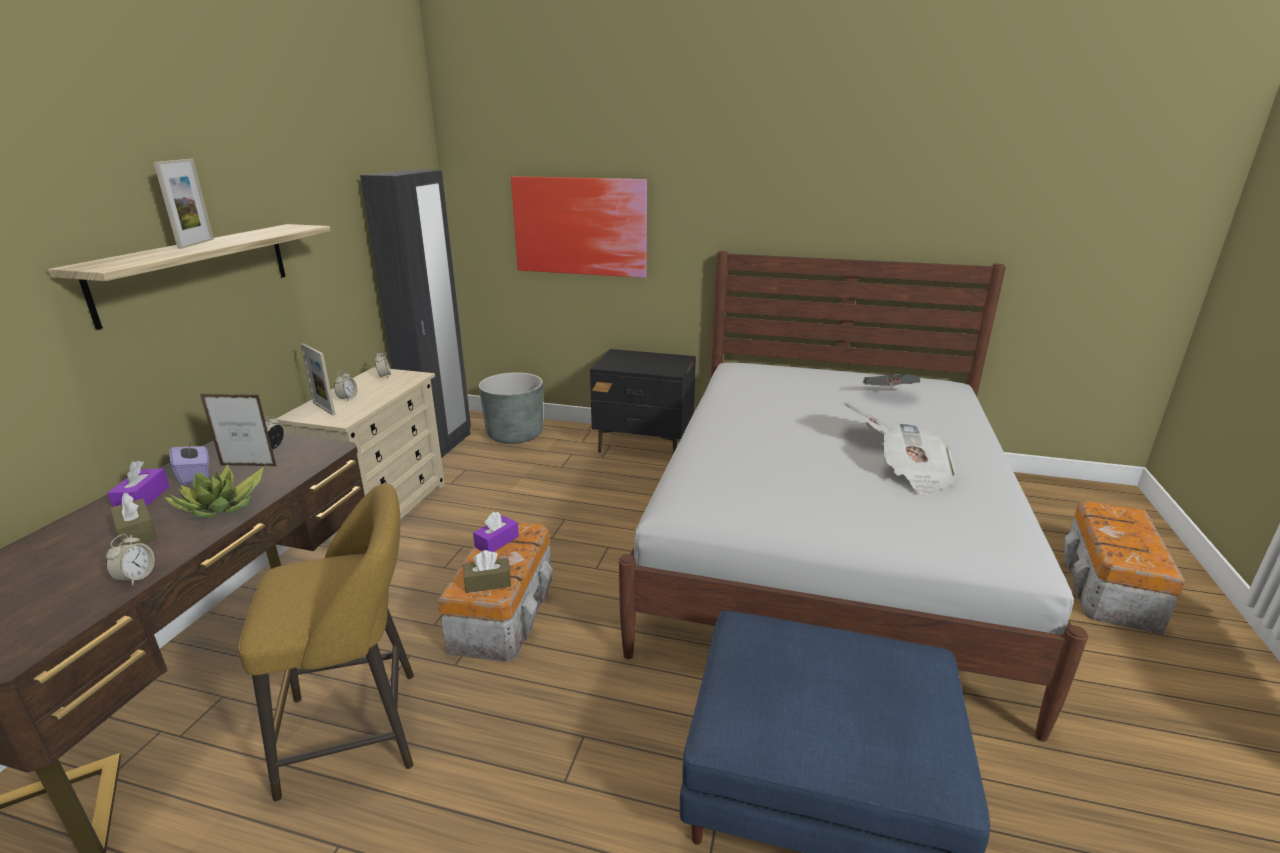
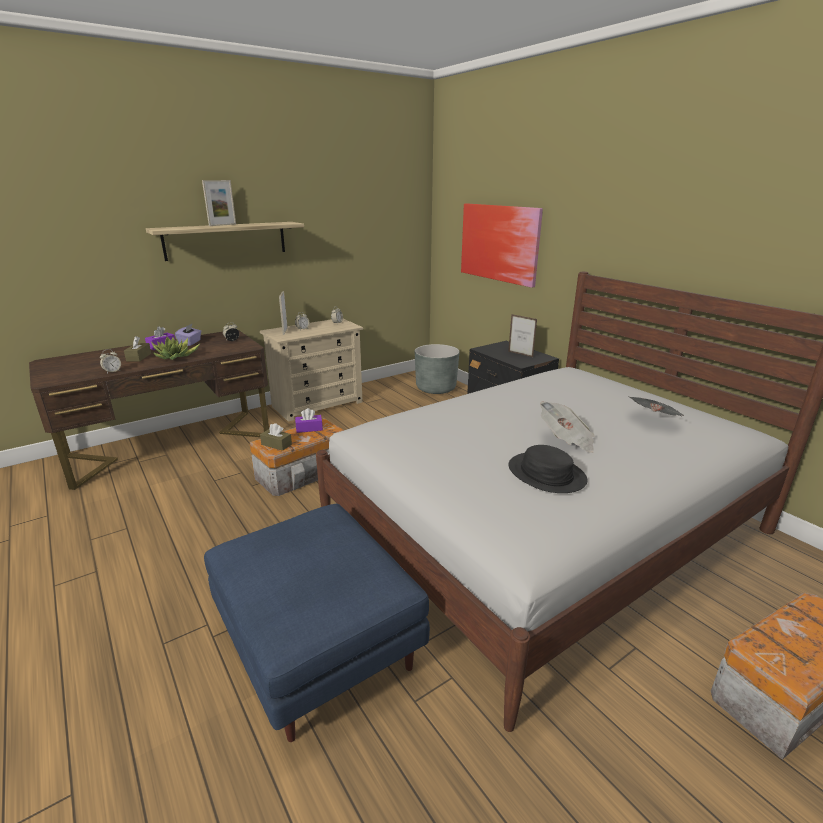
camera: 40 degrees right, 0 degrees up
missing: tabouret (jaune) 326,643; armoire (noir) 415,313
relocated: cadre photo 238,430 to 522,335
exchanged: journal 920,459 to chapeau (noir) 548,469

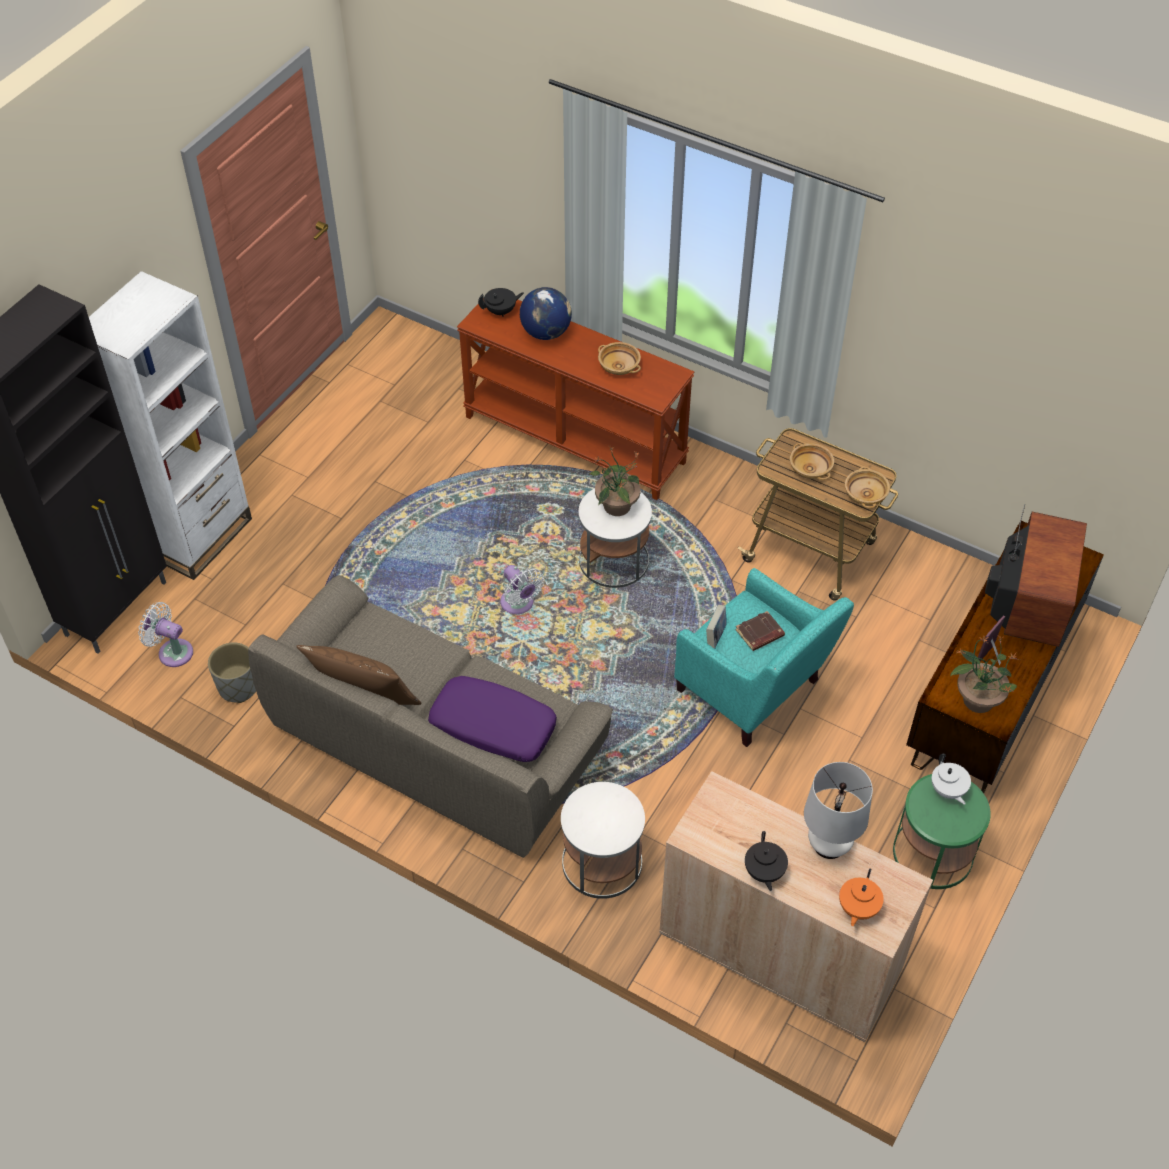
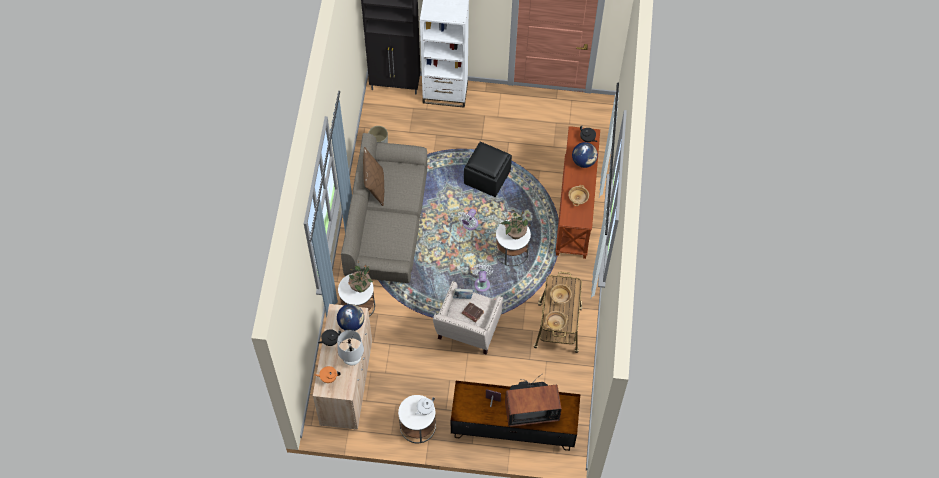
camera: 65 degrees right, 10 degrees up
missing: coussin (violet) 492,719
appeared: globe 350,317; pouf (noir) 488,169
relocated: ventilateur (blanc) 165,634 to 482,278; plante en pot 985,674 to 361,276
colour: fauteuil (turquoise) 764,657 to fauteuil (beige) 468,318; table d'appoint (vert) 942,831 to table d'appoint (blanc) 417,419

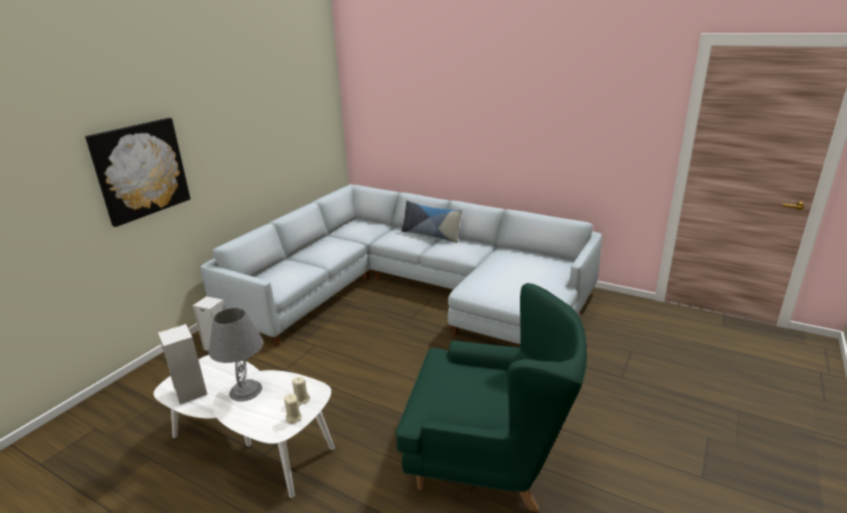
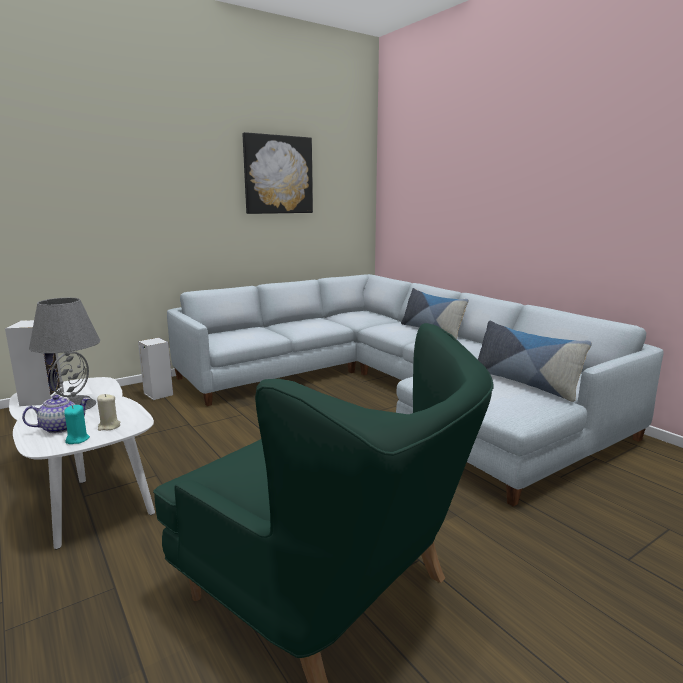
camera: 25 degrees right, 10 degrees down
appeared: théière 56,414; coussin 535,361
relocated: tableau 137,172 to 277,173
colour: bougie (beige) 293,408 to bougie (turquoise) 77,424

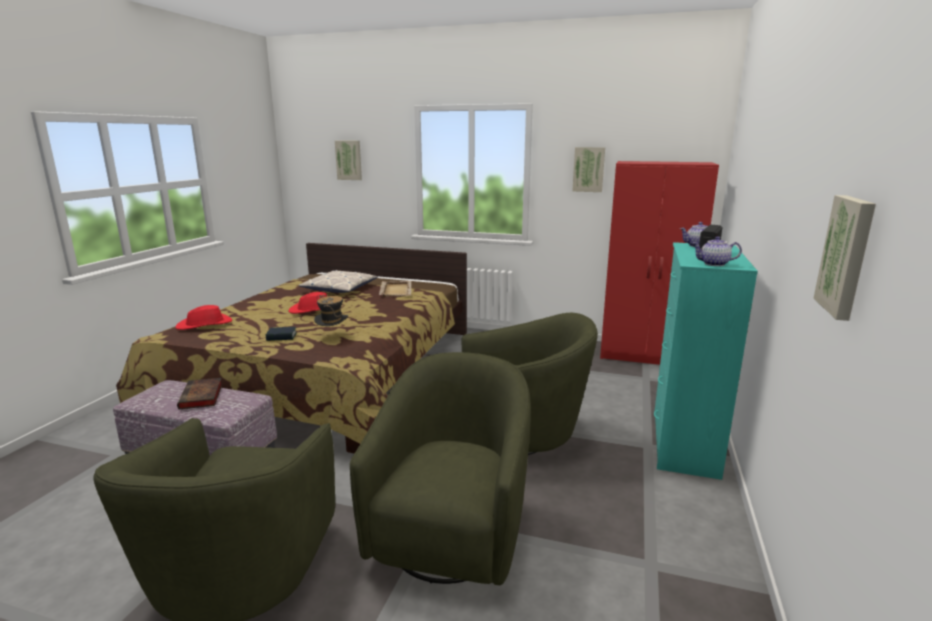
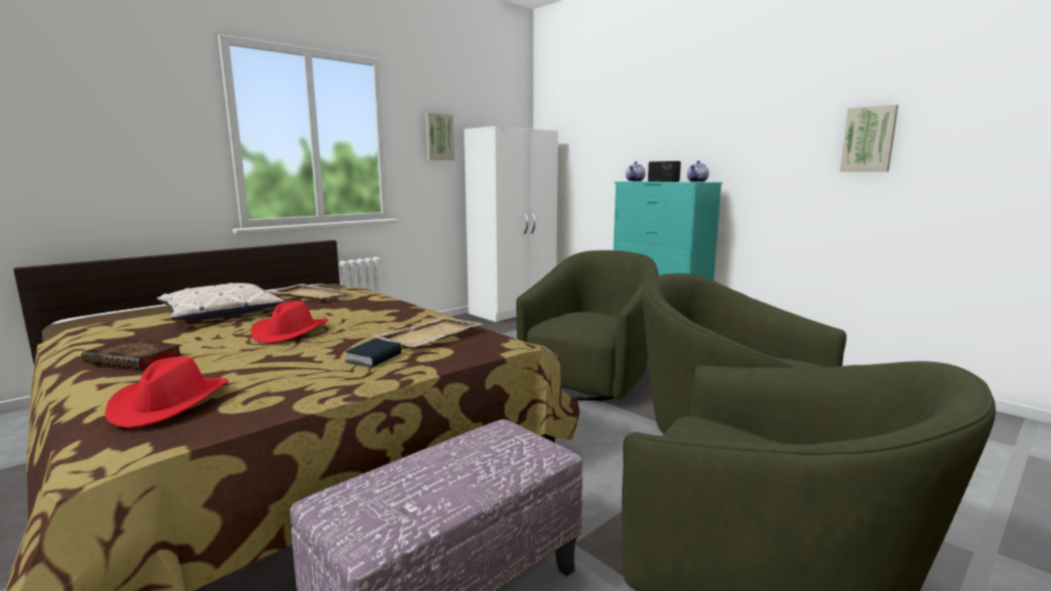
camera: 60 degrees left, 5 degrees down
missing: tableau 348,160
relocated: livre 199,393 to 132,354
exchanged: chapeau 331,313 to plateau (beige) 427,332
colour: armoire (rouge) 659,263 to armoire (blanc) 511,224

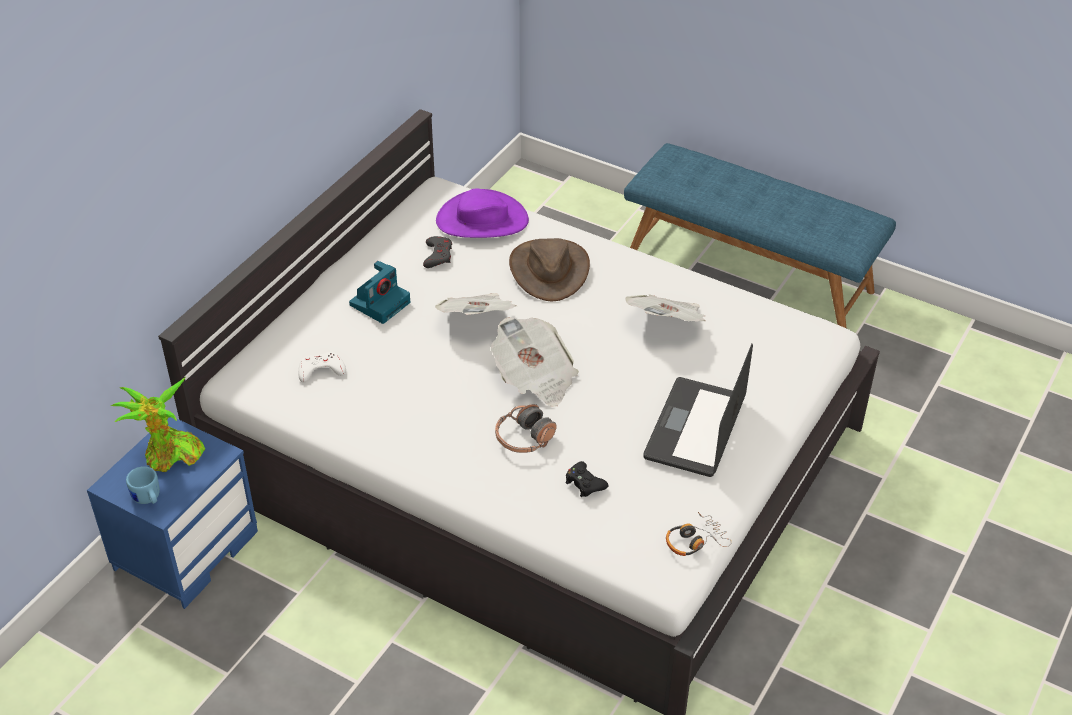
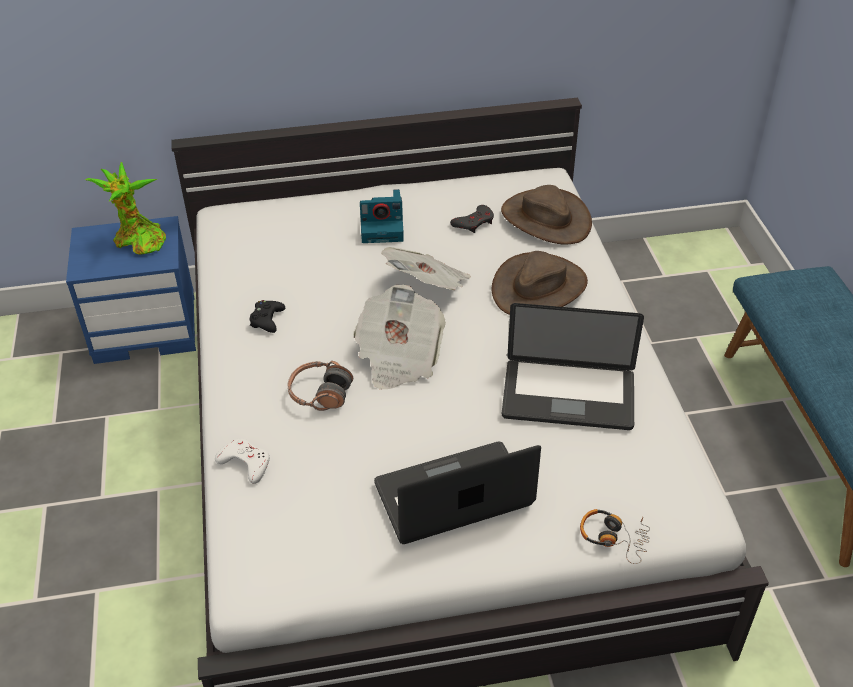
camera: 50 degrees right, 0 degrees up
missing: mug (bleu) 143,485
relocated: manette (blanc) 322,367 to 242,461; manette (noir) 587,479 to 267,316; casque audio 699,534 to 615,536
exchanged: journal 665,308 to ordinateur portable 573,366
colour: chapeau (violet) 482,213 to chapeau (marron) 546,214

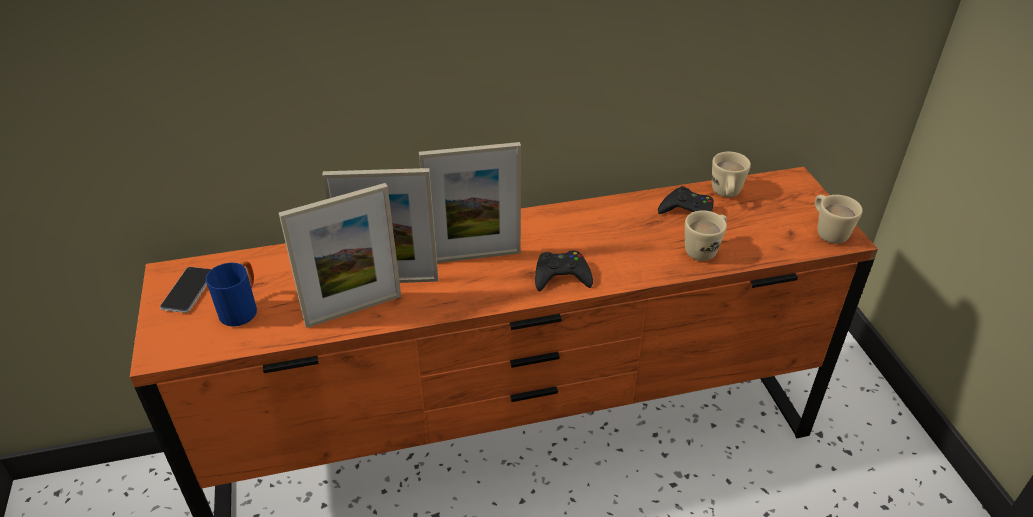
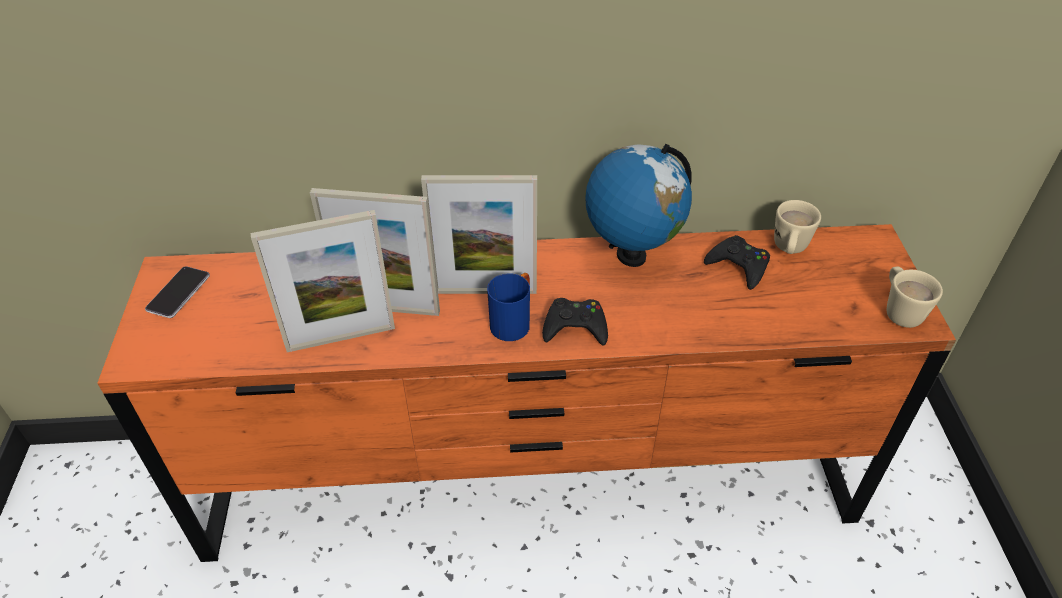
camera: 10 degrees right, 5 degrees up
missing: mug (beige) 706,235
appeared: globe 638,205
relocated: mug (bleu) 231,293 to 508,307

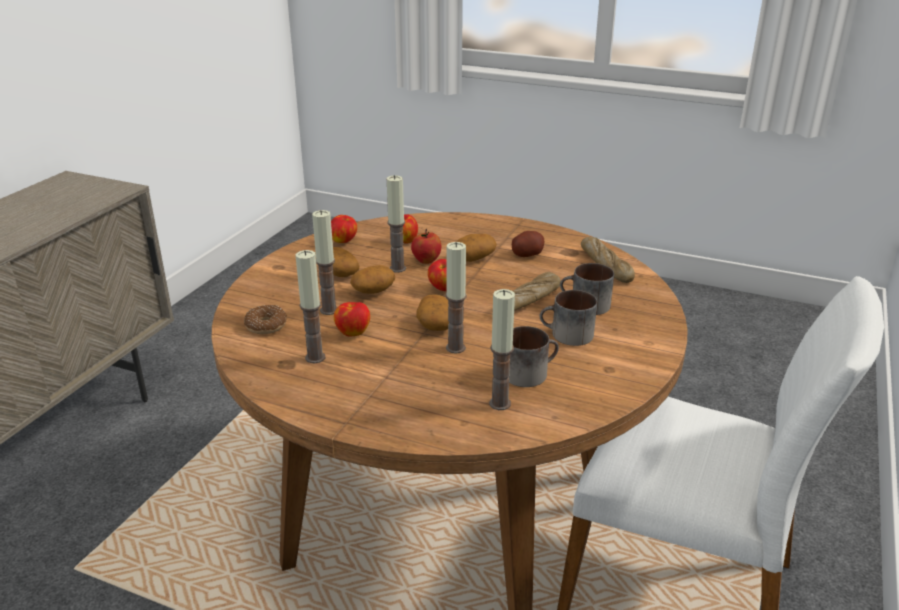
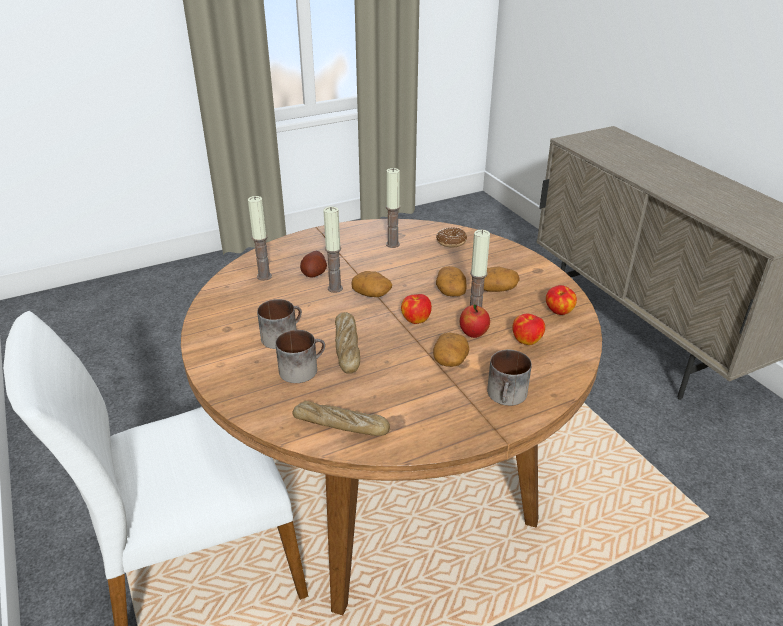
camera: 130 degrees right, 5 degrees up
missing: bougie 325,262; pomme 352,319
relocated: mug 534,356 to 509,378; pomme de terre 528,244 to 313,264

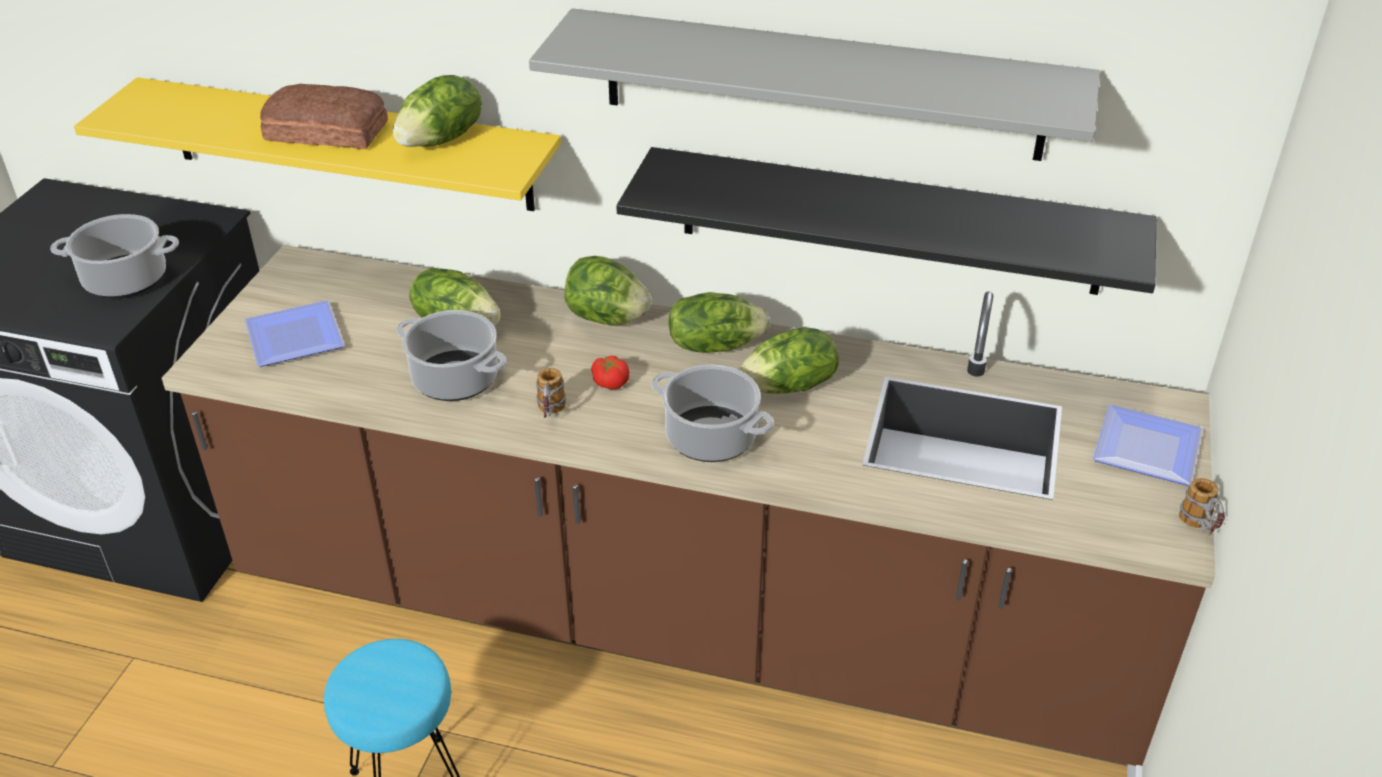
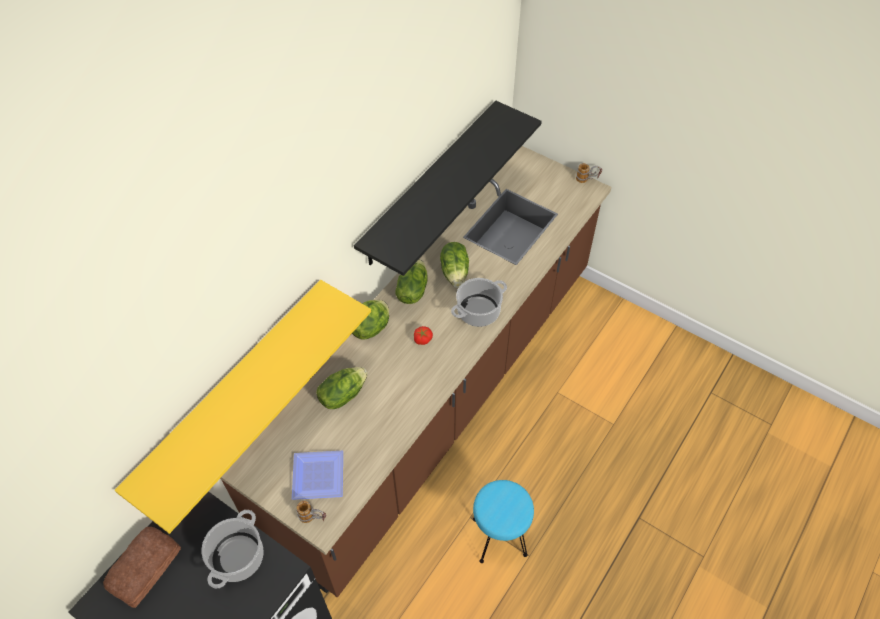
camera: 70 degrees left, 15 degrees up
missing: laitue 437,111; marmite 451,355; étagère (gris) 814,84; assiette 1148,445
relocated: pain 324,116 to 142,567; mug 551,393 to 311,512

